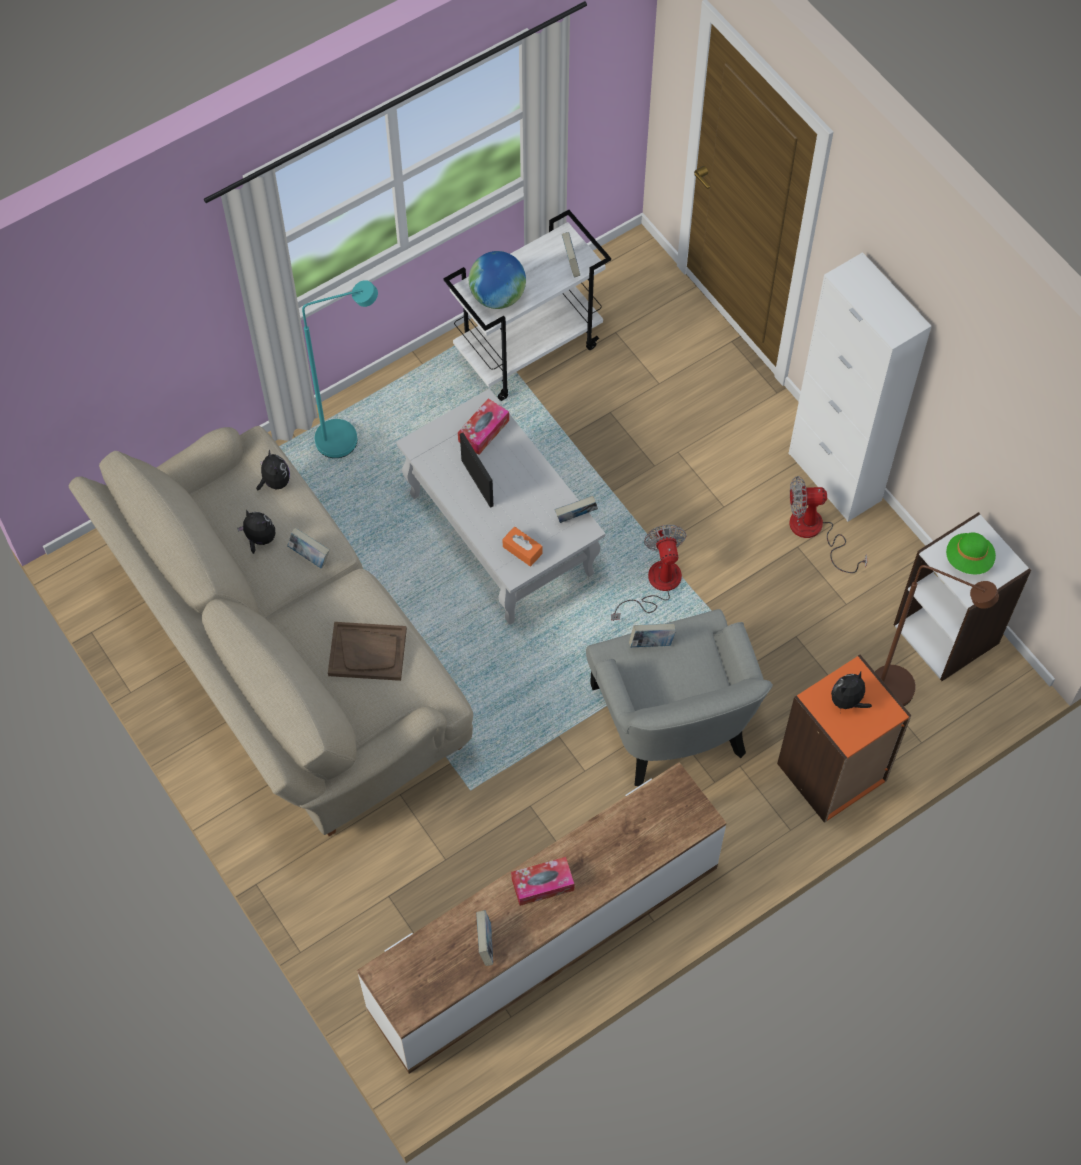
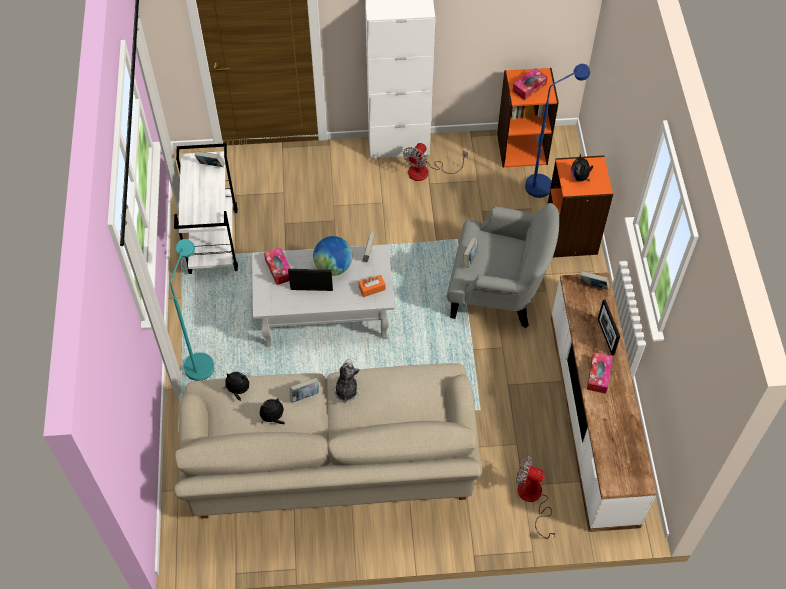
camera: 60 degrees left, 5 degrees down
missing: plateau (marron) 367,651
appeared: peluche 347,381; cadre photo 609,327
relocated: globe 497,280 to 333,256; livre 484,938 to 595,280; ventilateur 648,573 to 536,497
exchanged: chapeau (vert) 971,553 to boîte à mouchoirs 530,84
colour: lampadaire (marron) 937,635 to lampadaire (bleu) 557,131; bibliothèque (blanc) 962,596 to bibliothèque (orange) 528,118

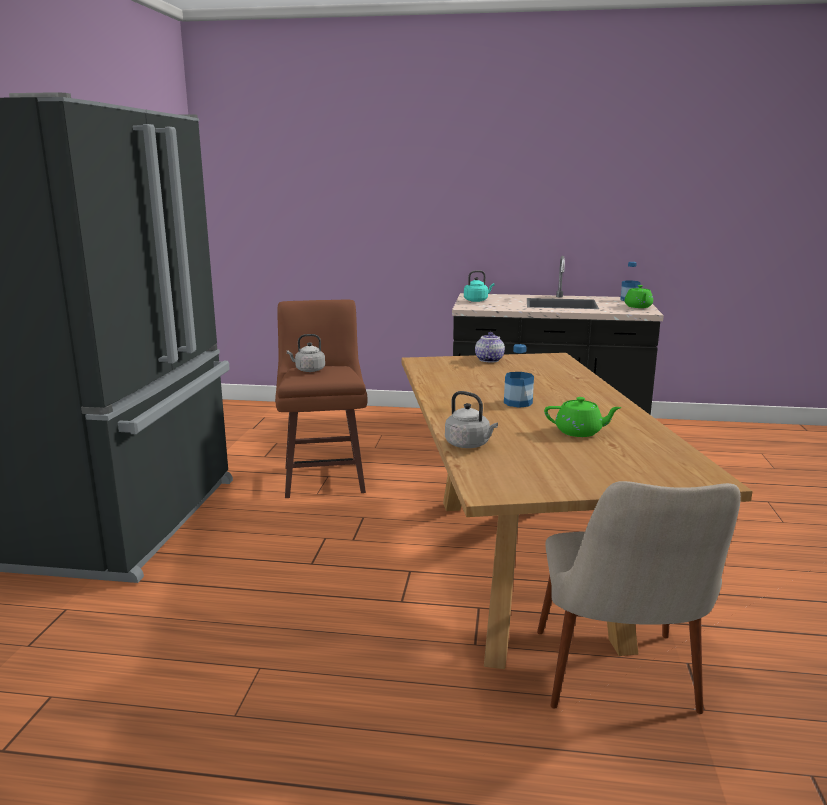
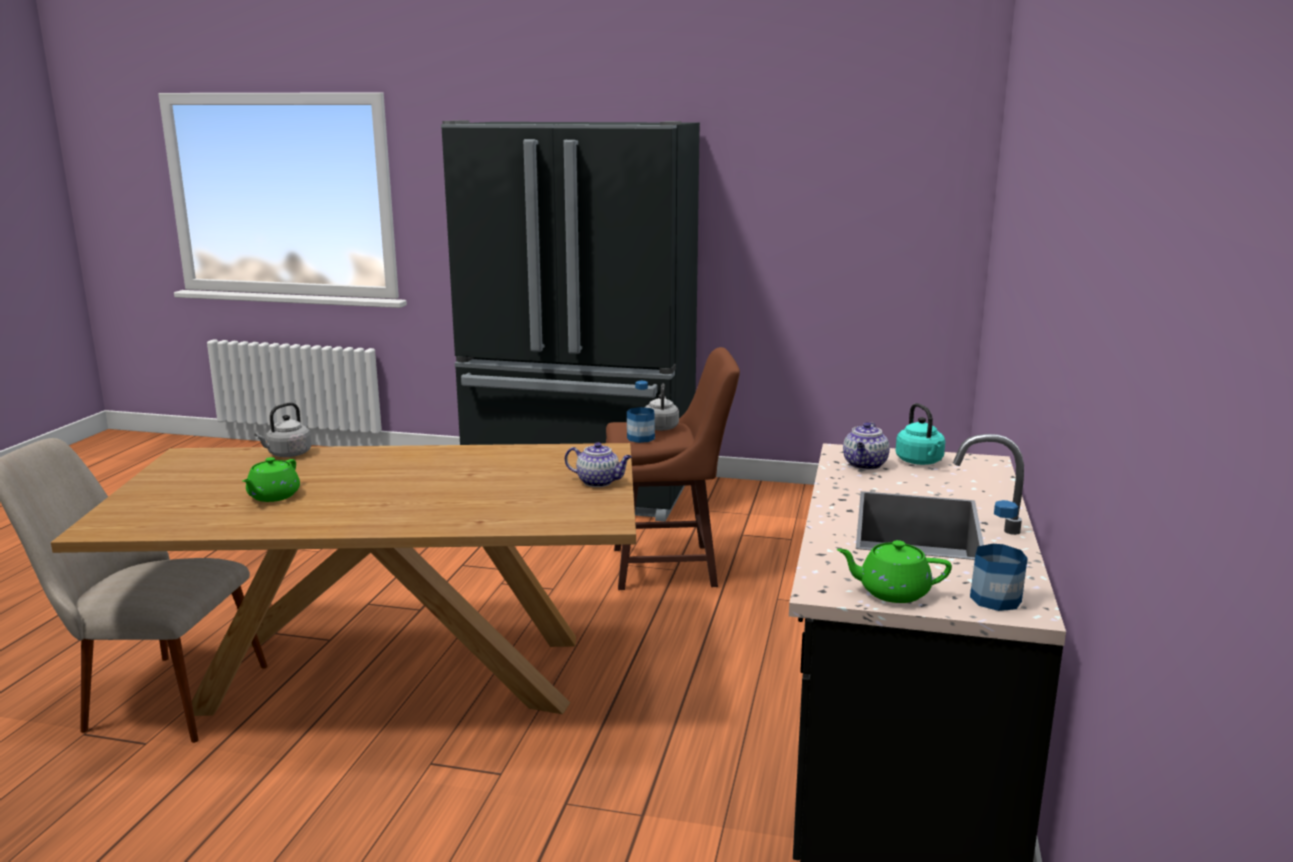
camera: 95 degrees right, 0 degrees up
appeared: théière 866,446
relocated: bouteille 519,376 to 641,412

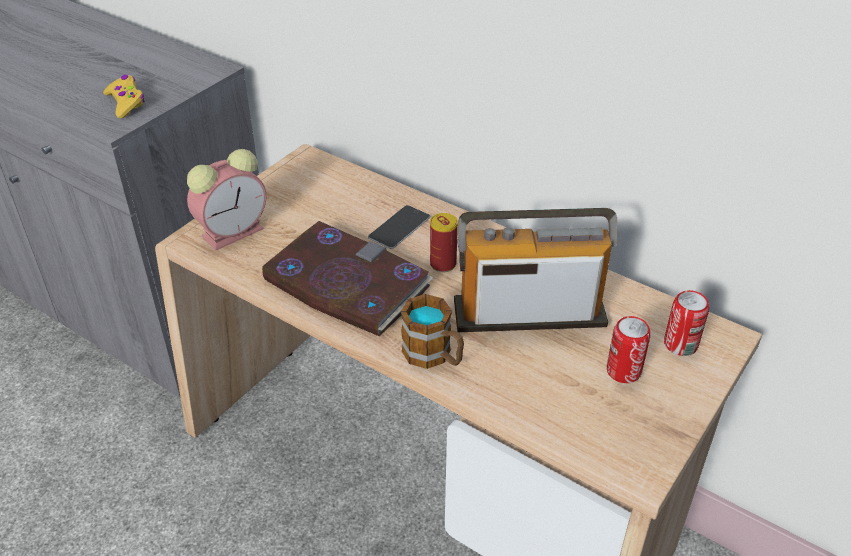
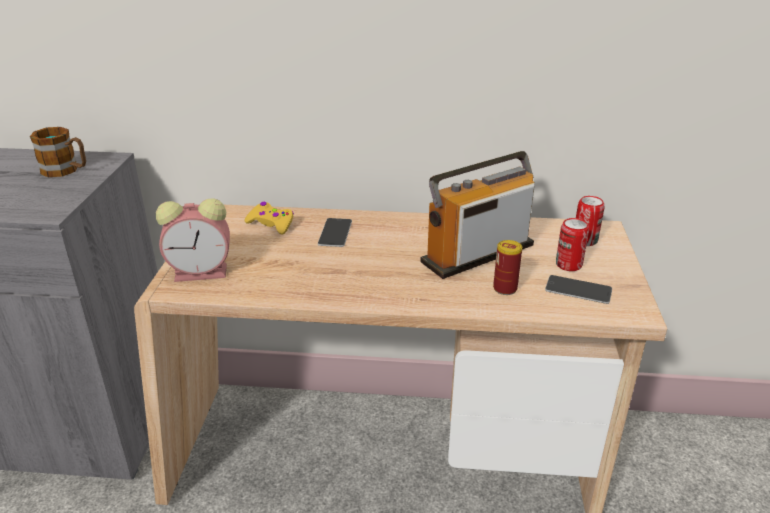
camera: 30 degrees left, 10 degrees down
missing: livre 347,278
appeared: téléphone 578,289
relocated: manette (jaune) 124,96 to 269,218; mug 432,331 to 58,152; boîte métallique 444,242 to 507,267
spun: réveil 226,199 = 193,240 60 degrees clockwise

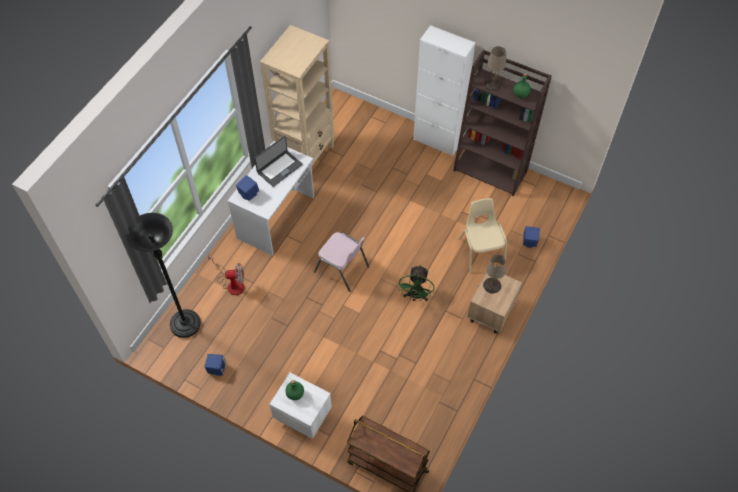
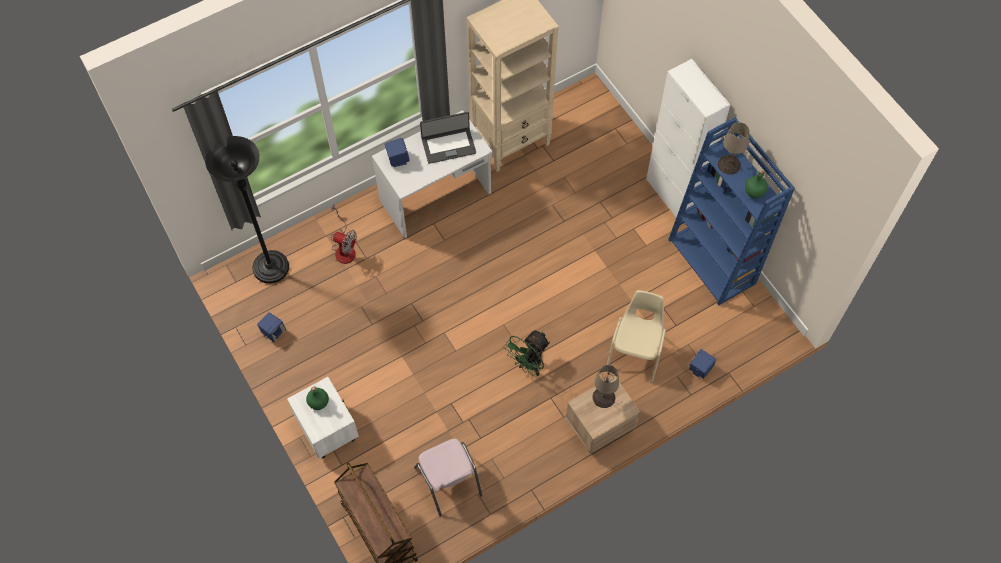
camera: 30 degrees right, 5 degrees up
relocated: chaise (rose) 341,262 to 448,477
colour: bibliothèque (marron) 502,122 to bibliothèque (bleu) 731,211

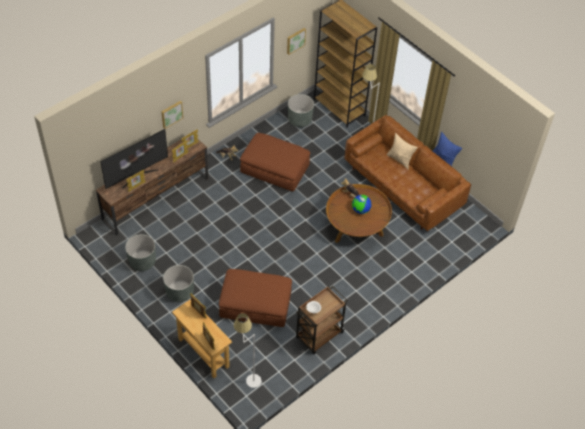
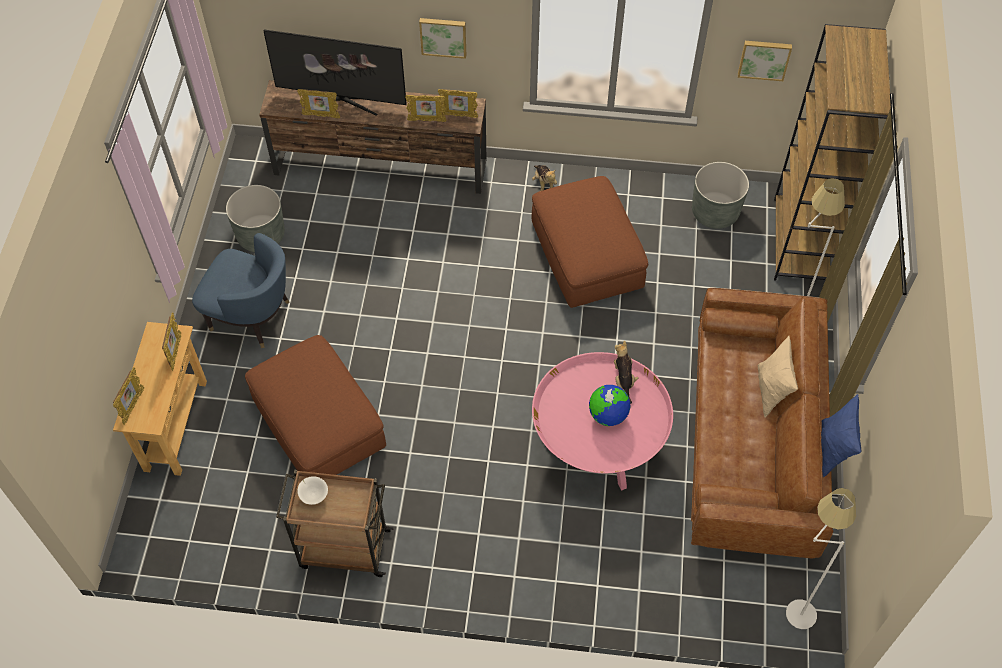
camera: 50 degrees right, 5 degrees up
relocated: lampadaire (blanc) 247,350 to 821,558
exchanged: cache-pot (gris) 178,283 to fauteuil (bleu) 241,290
colour: table basse (marron) 359,213 to table basse (rose) 602,421

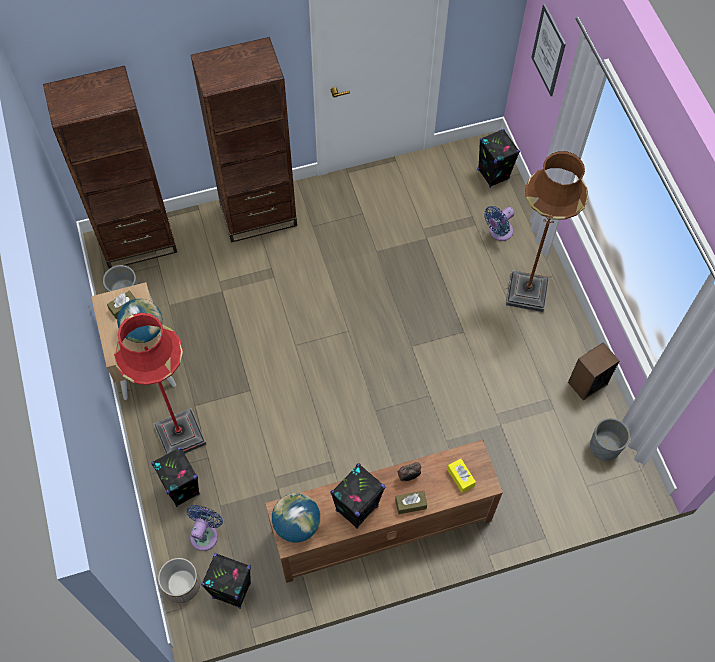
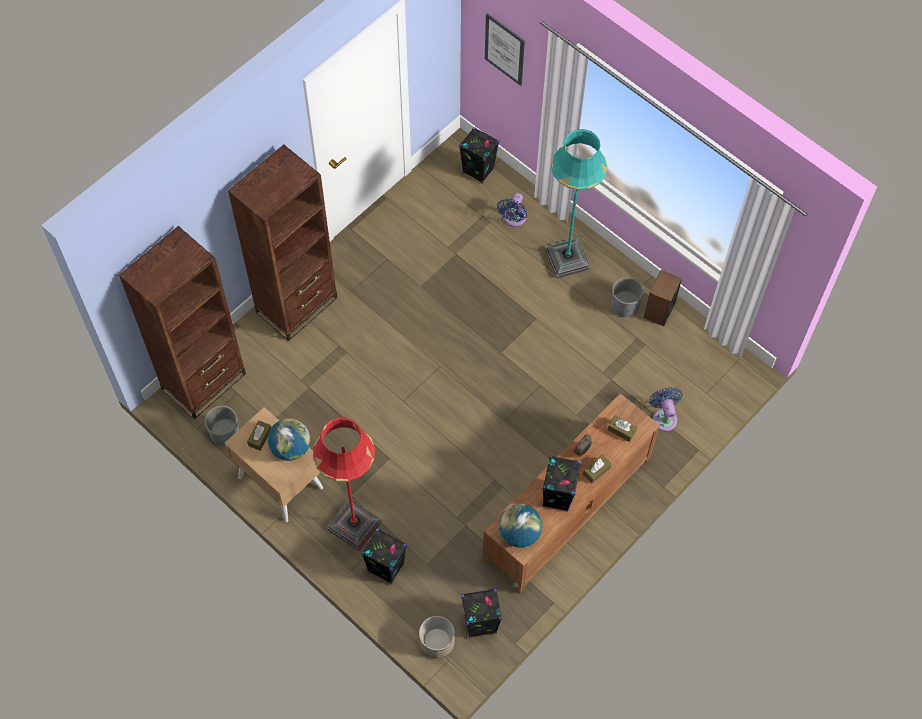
camera: 30 degrees left, 0 degrees up
relocated: ventilateur (bleu) 205,528 to 666,409; cache-pot (gris) 610,439 to 627,297
colour: boîte à mouchoirs (jaune) 461,475 to boîte à mouchoirs (marron) 622,428; lampadaire (marron) 547,231 to lampadaire (turquoise) 576,204

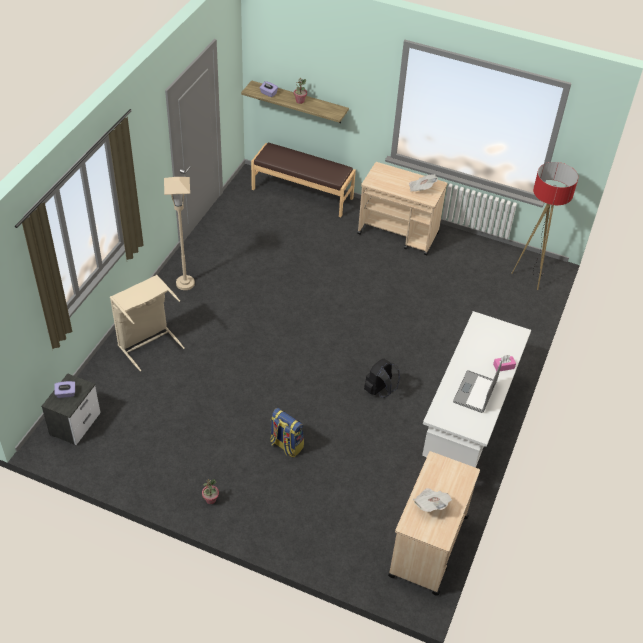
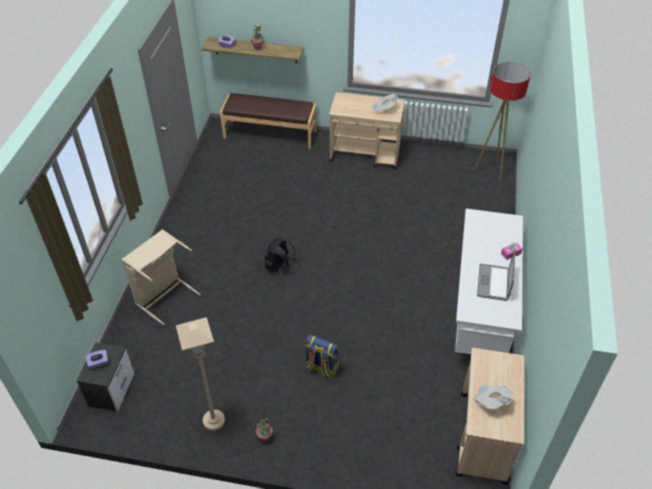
camera: 10 degrees left, 0 degrees up
relocated: lampadaire (beige) 179,233 to 200,374; sac à dos (noir) 382,378 to 280,255

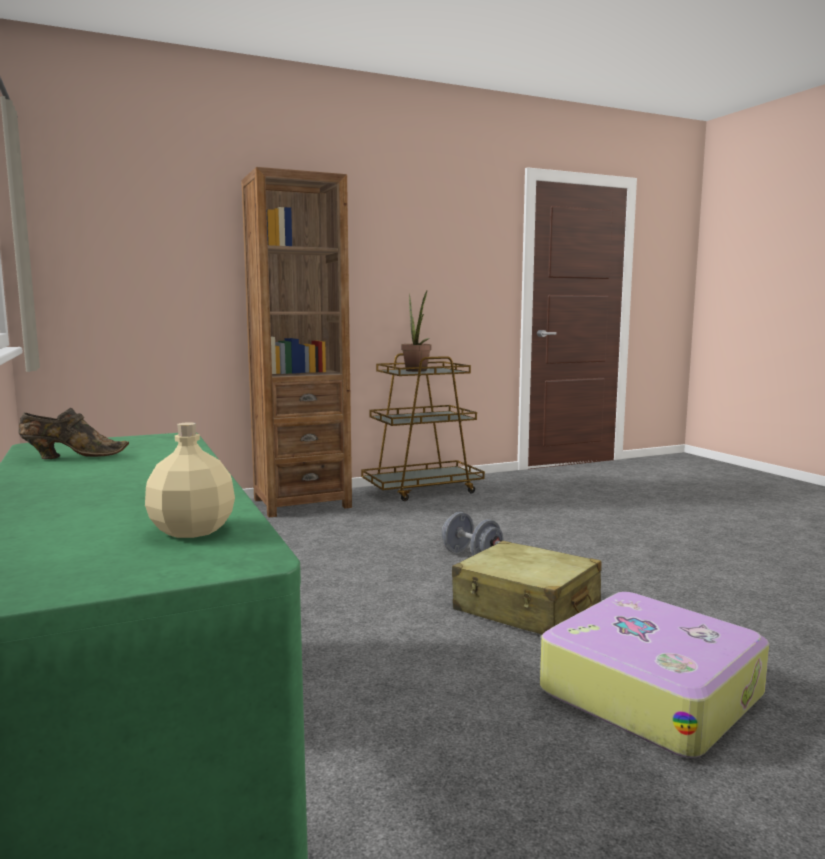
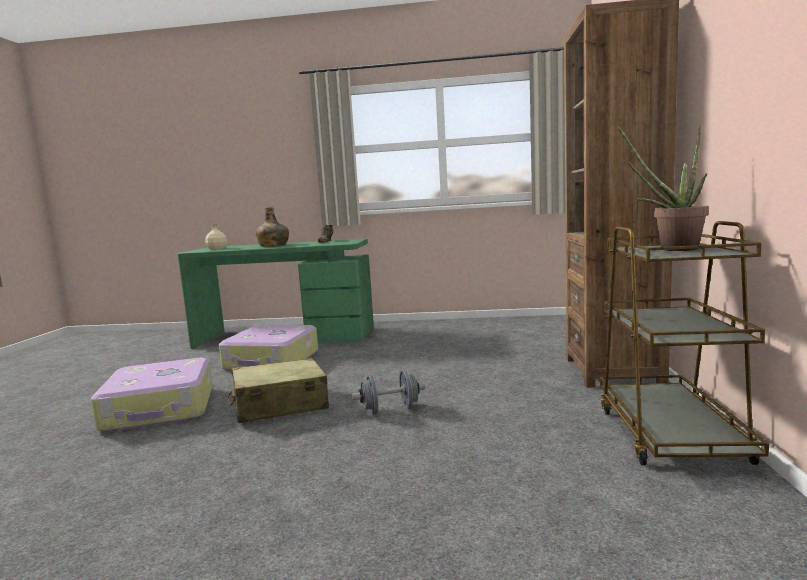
camera: 120 degrees right, 0 degrees up
appeared: valise 268,348; bouteille (vert) 272,227

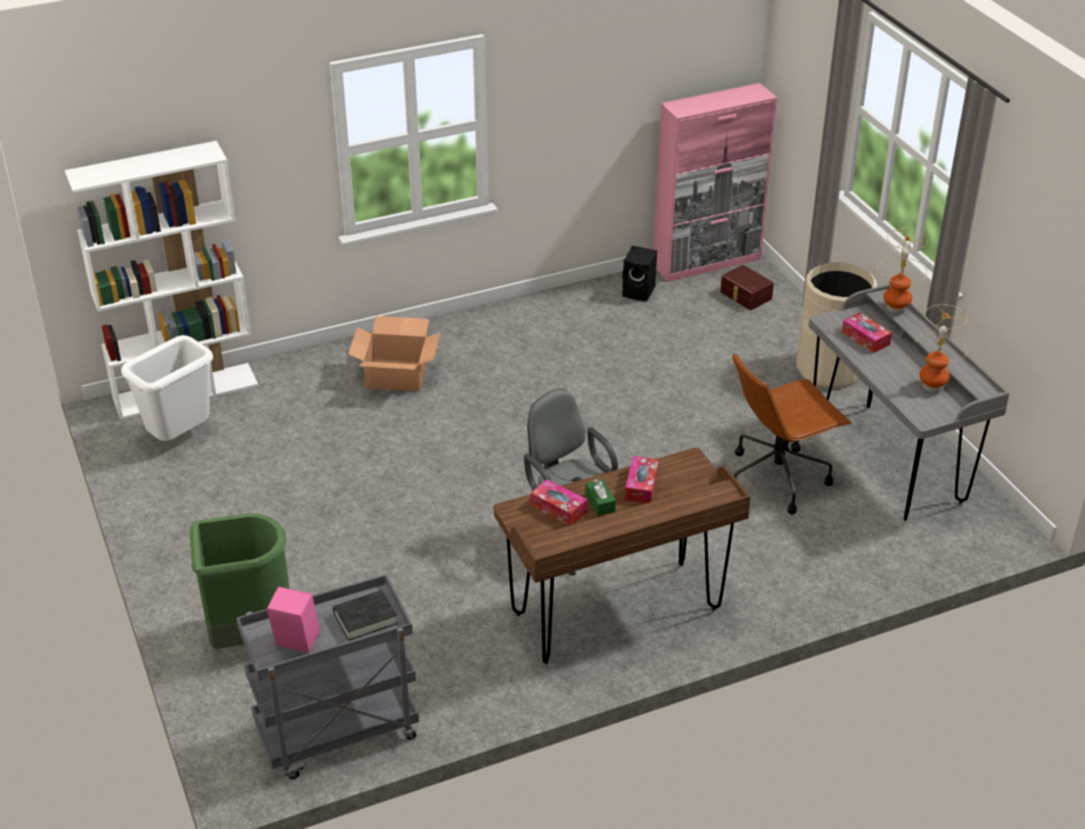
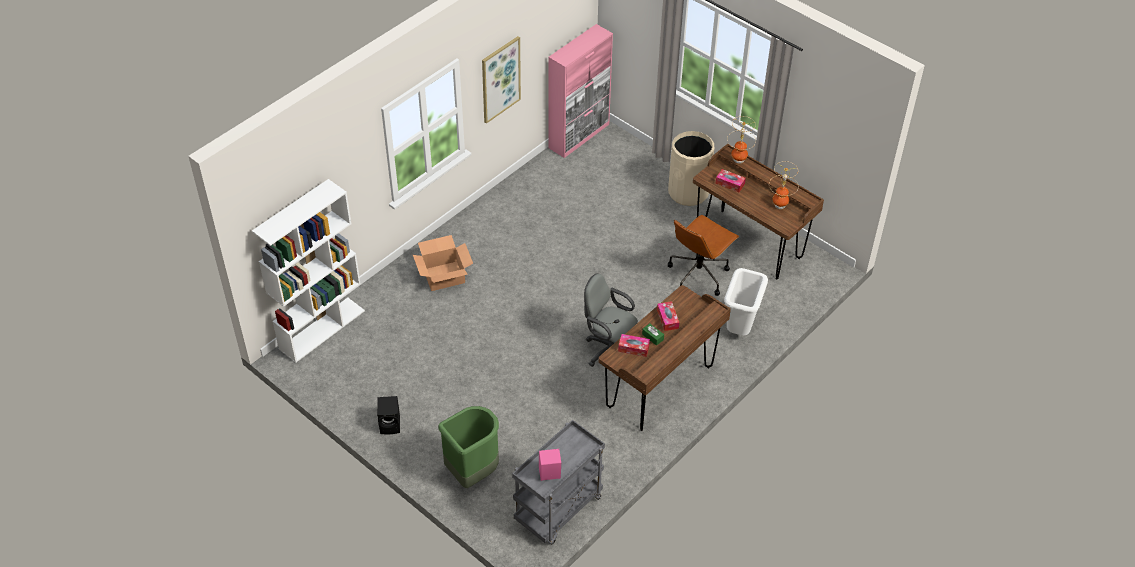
camera: 25 degrees left, 10 degrees up
missing: livre (noir) 365,615; boîte de rangement (marron) 747,287
appeared: tableau 501,80
relocated: poubelle (blanc) 167,388 to 746,302; enceinte (noir) 639,273 to 388,415
colour: bureau (gris) 909,402 to bureau (marron) 758,212

